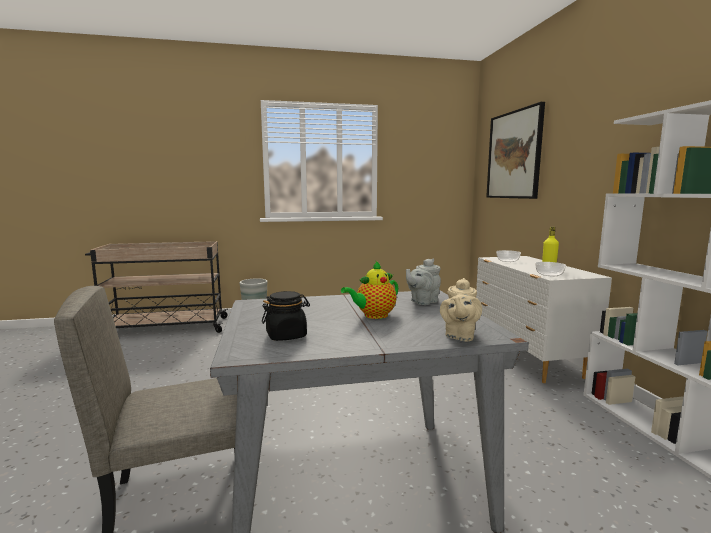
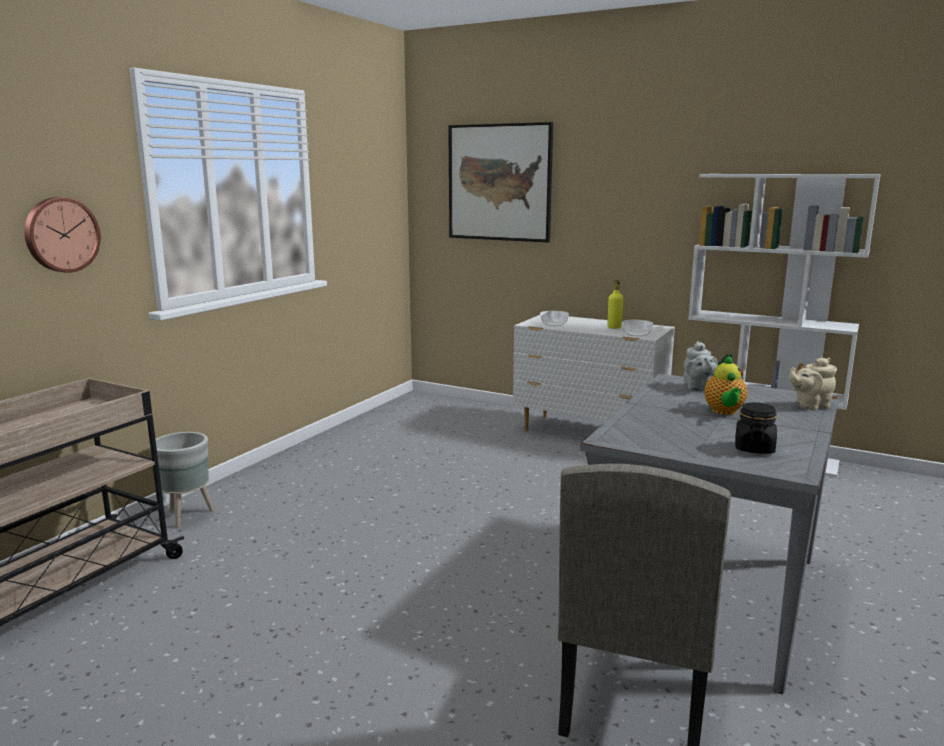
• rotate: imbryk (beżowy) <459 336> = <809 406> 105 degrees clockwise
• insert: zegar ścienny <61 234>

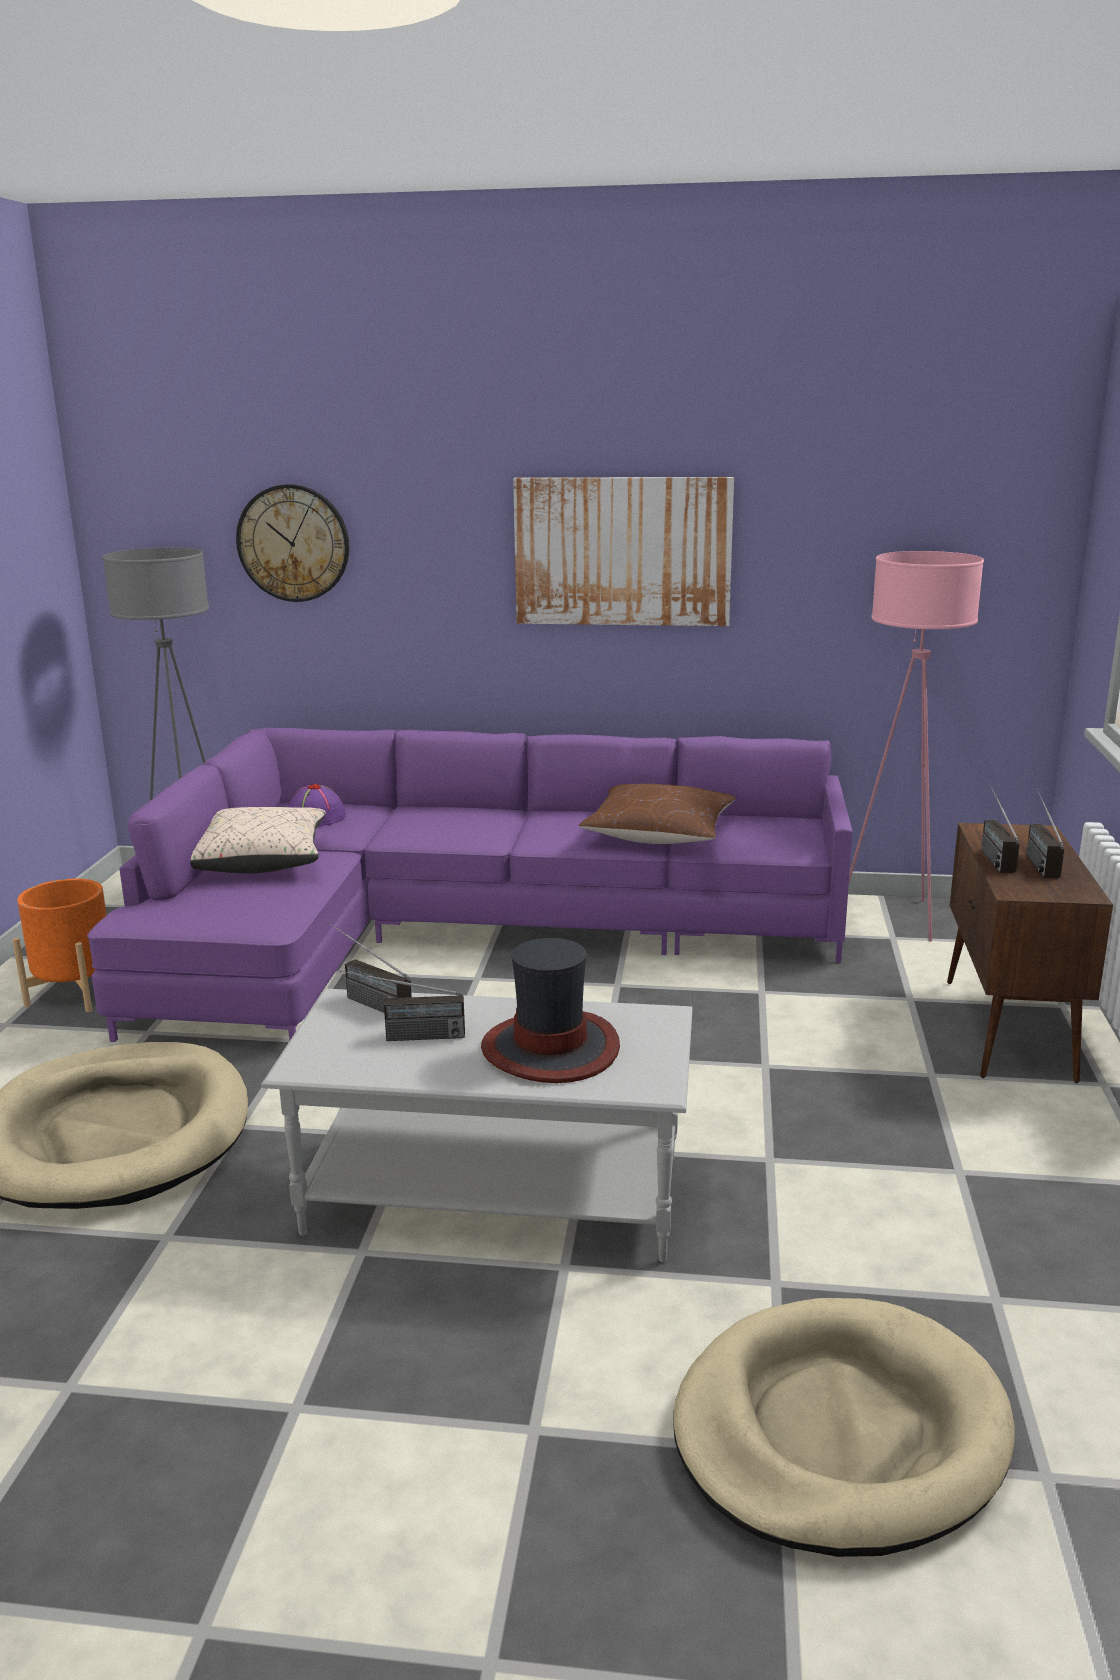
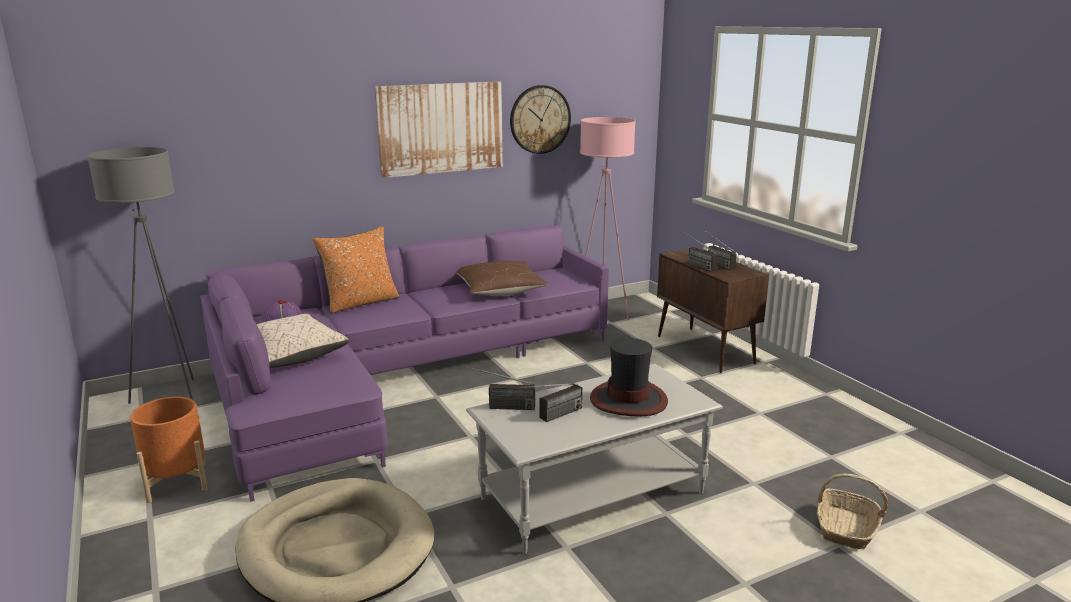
• move: zegar ścienny <293 543> to <540 119>
• replace: legowisko (beżowy) <838 1432> to koszyk <846 528>
• insert: poduszka (pomarańczowy) <361 303>

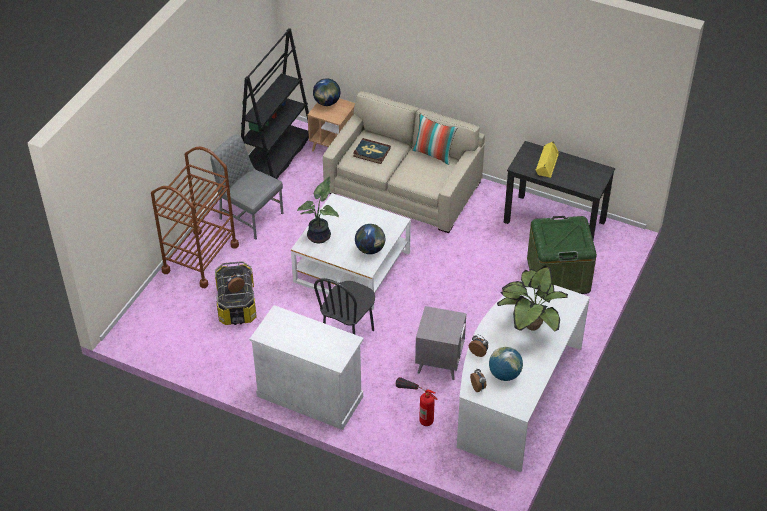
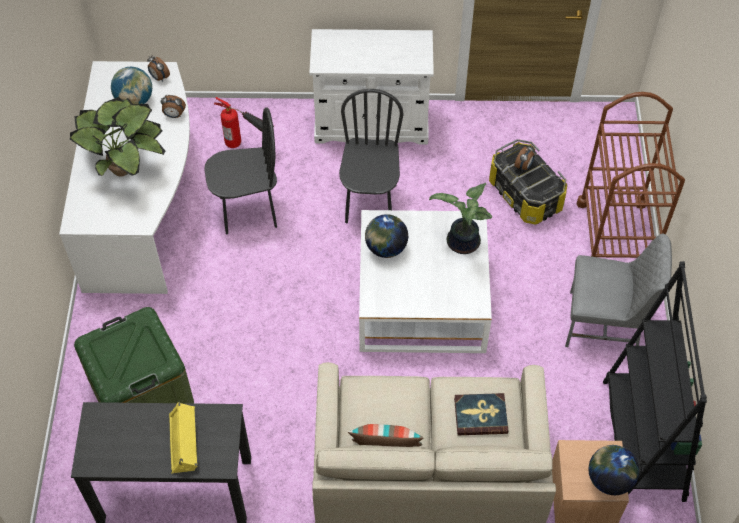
• replace: stolik (szary) <439 362> to krzesło (czarny) <248 211>

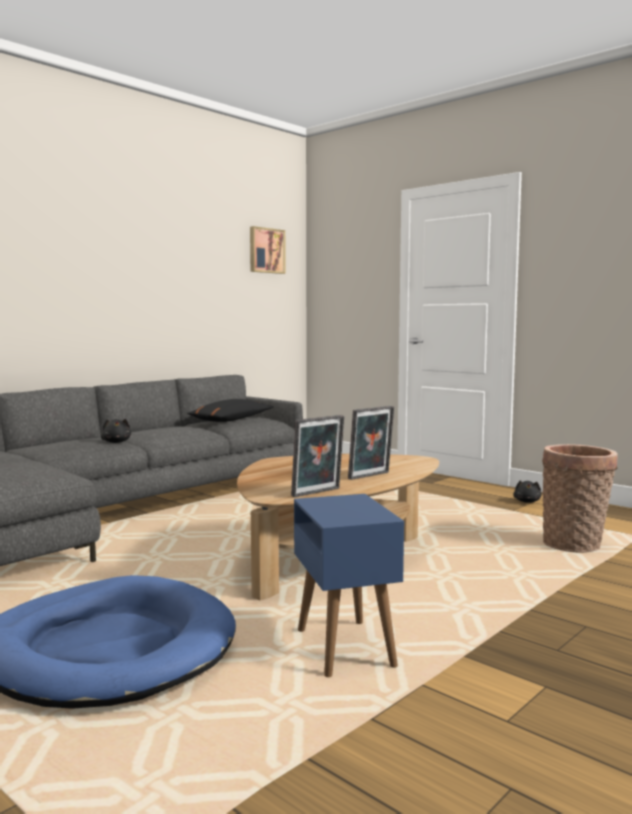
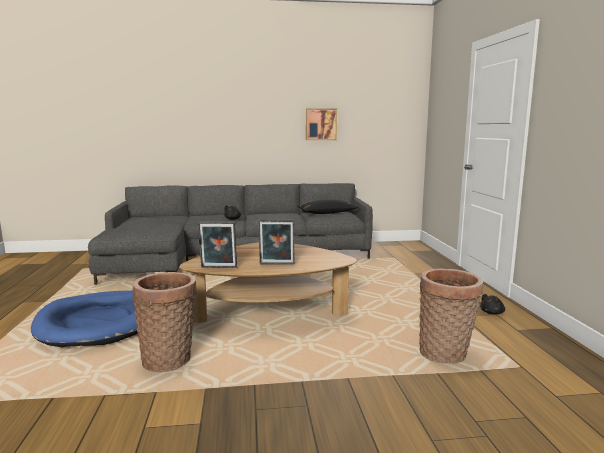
• move: obraz <266 250> to <321 124>
• replace: stolik (niebieski) <344 647> to koszyk <169 359>

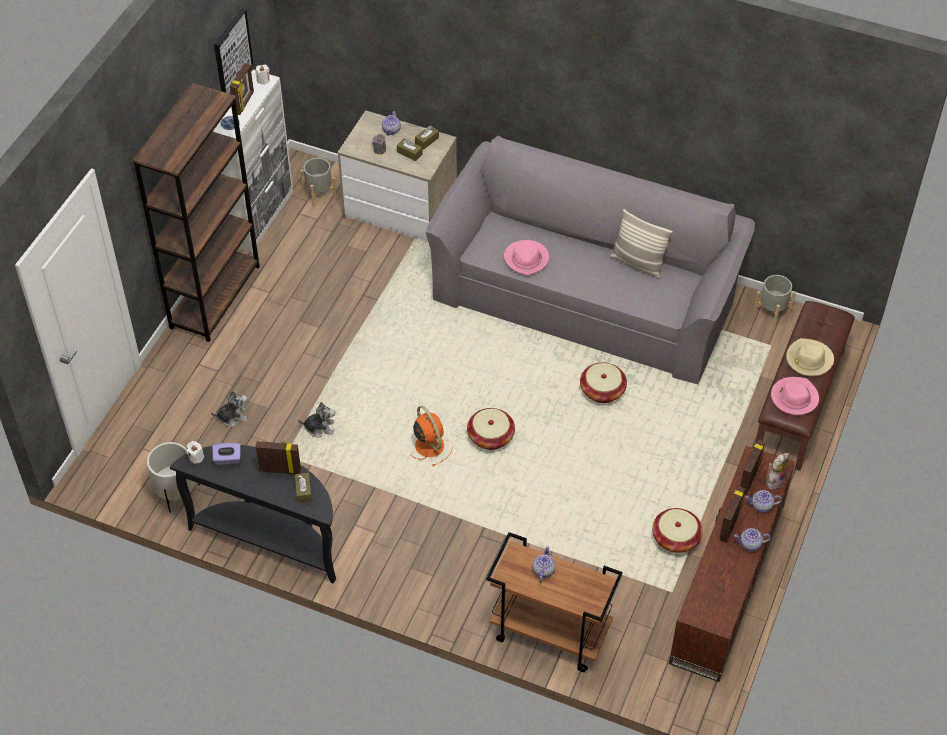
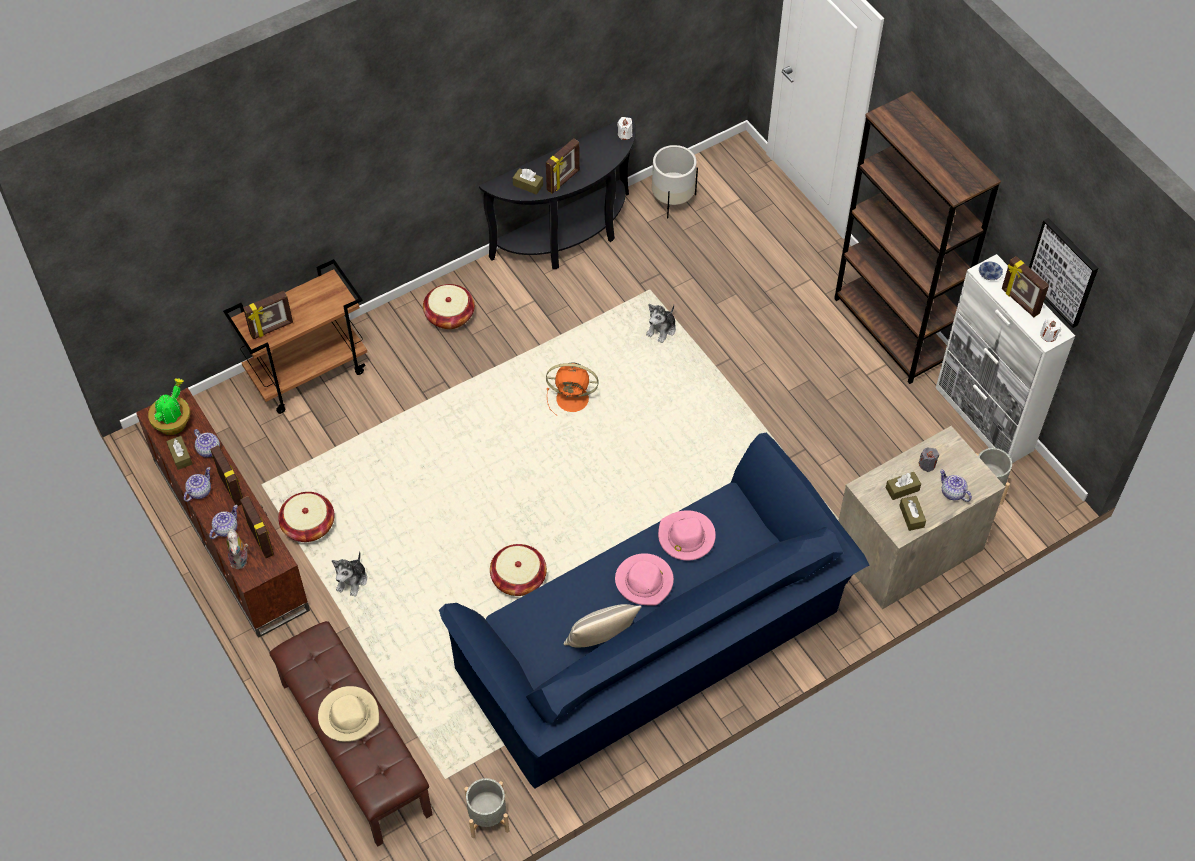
• move: pluszak <232 417> to <352 580>
• delete: pudełko chusteczek (fioletowy) <227 459>
• recolor: kanapa (szary) <587 293> to kanapa (niebieski) <655 650>
• move: koszyk <490 437> to <449 315>
• move: imbryk <543 570> to <209 450>
• move: kapelusz (różowy) <794 398> to <644 581>
• insert: roślina doniczkowa <173 422>
• insert: pudełko chusteczek (brązowy) <180 456>
• insert: ramka na zdjęcie <272 329>

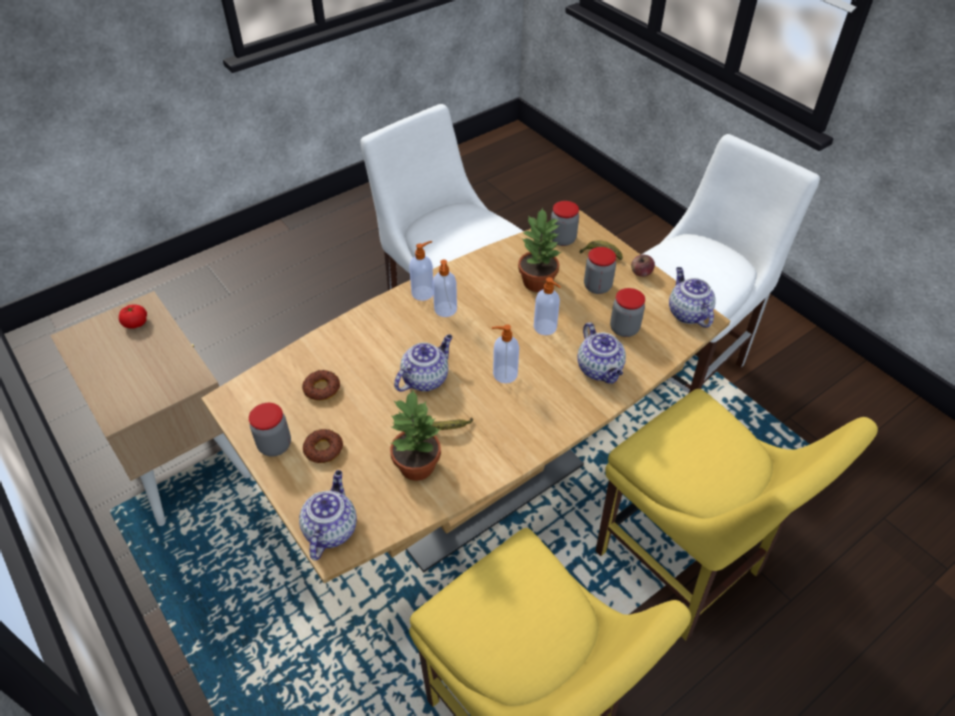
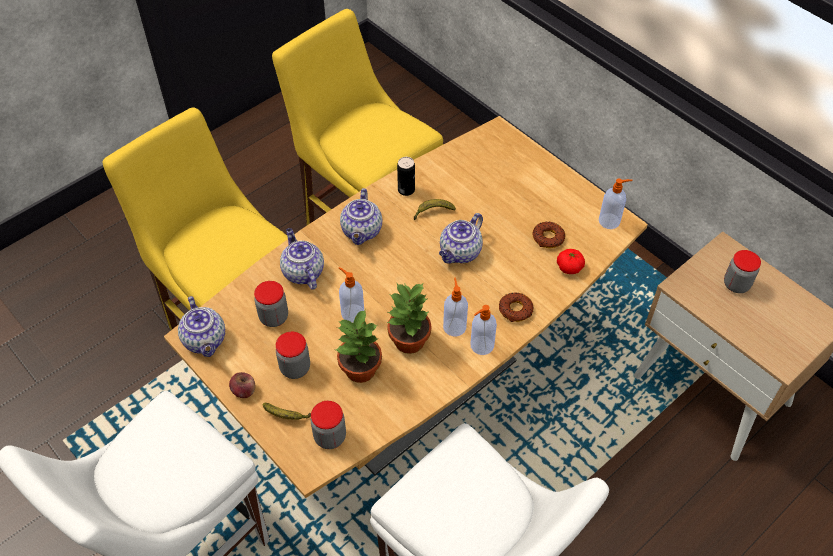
• move: pomidor <136 323> to <569 267>
• move: słoik <275 445> to <736 284>
• move: imbryk <330 529> to <362 232>
• move: donut <323 449> to <515 310>
• move: roślina doniczkowa <416 465> to <410 341>
• move: dozownik mydła <504 374> to <610 221>
• insert: puszka <406 190>

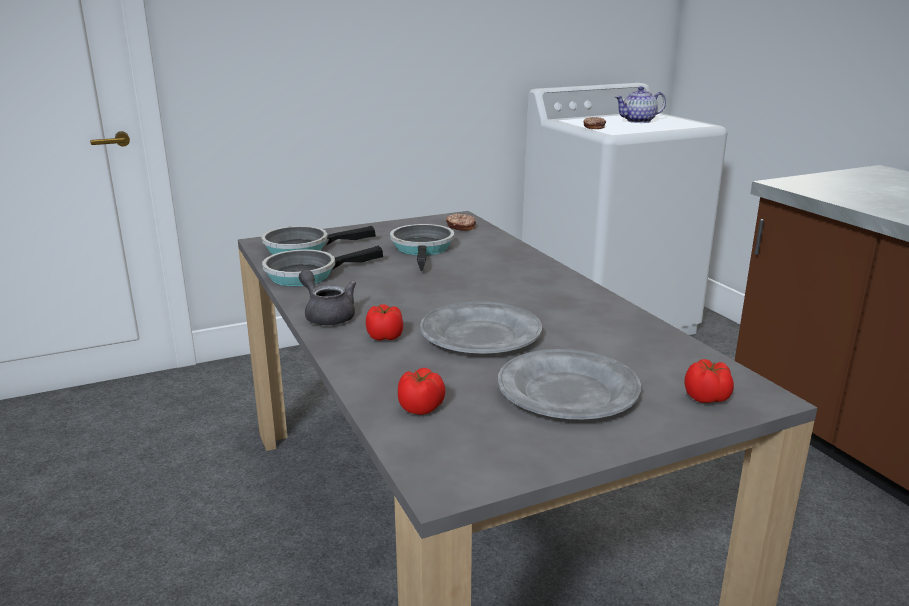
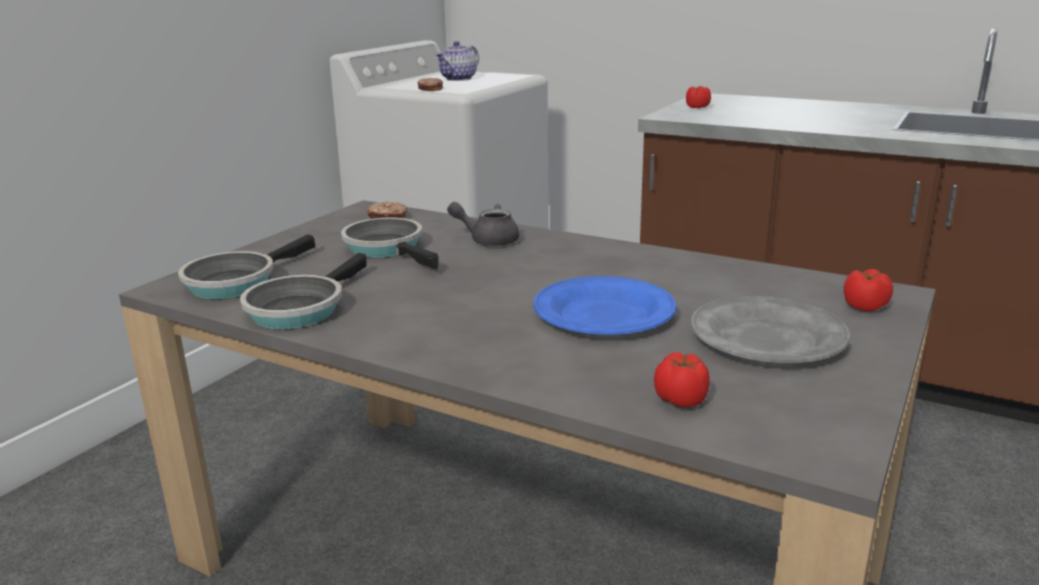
• move: imbryk (szary) <327 315> to <488 240>
• move: pomidor <385 336> to <697 107>
• recolor: talerz (szary) <480 335> to talerz (niebieski) <603 314>

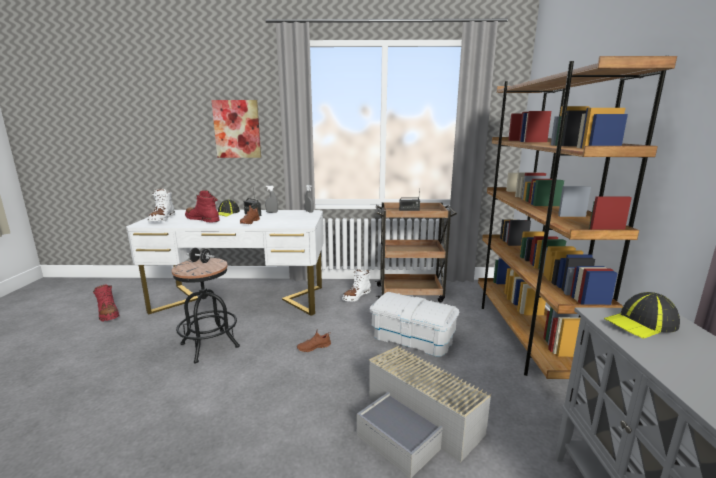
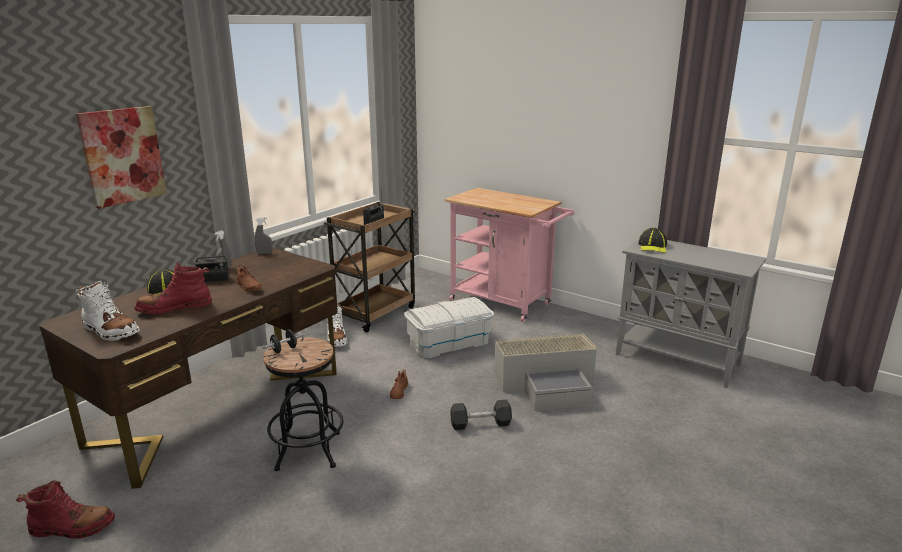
• recolor: biurko (biały) <240 299> to biurko (brązowy) <221 407>
• replace: regał (brązowy) <525 337> to wózek (różowy) <505 303>
• insert: hantel (szary) <480 424>

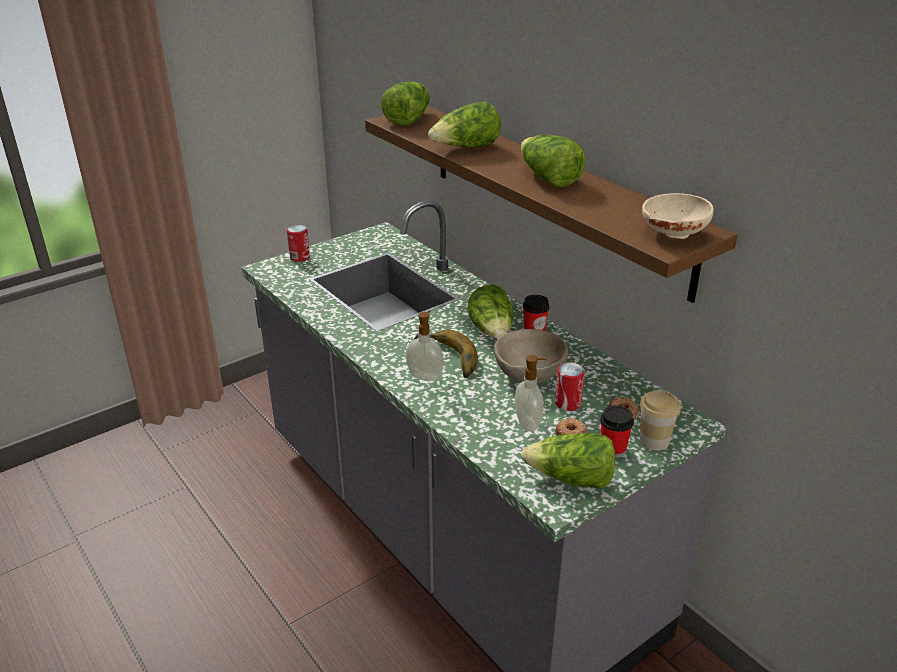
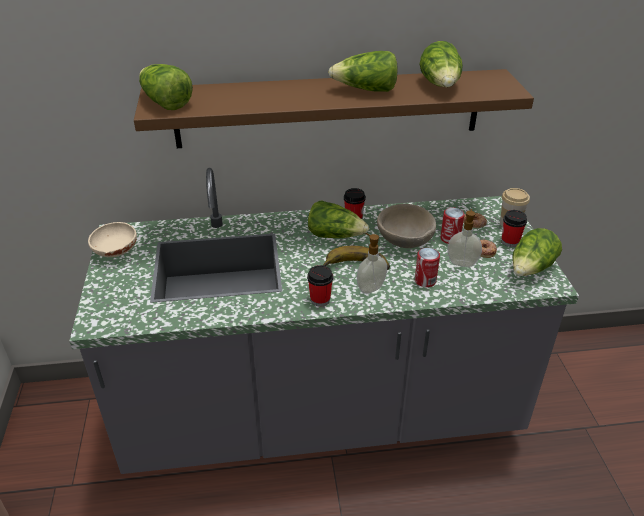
• move: puszka <300 257> to <425 281>
• move: sałata <466 148> to <441 85>
• move: miska (beżowy) <672 234> to <115 252>
• insert: filiżanka <320 300>

